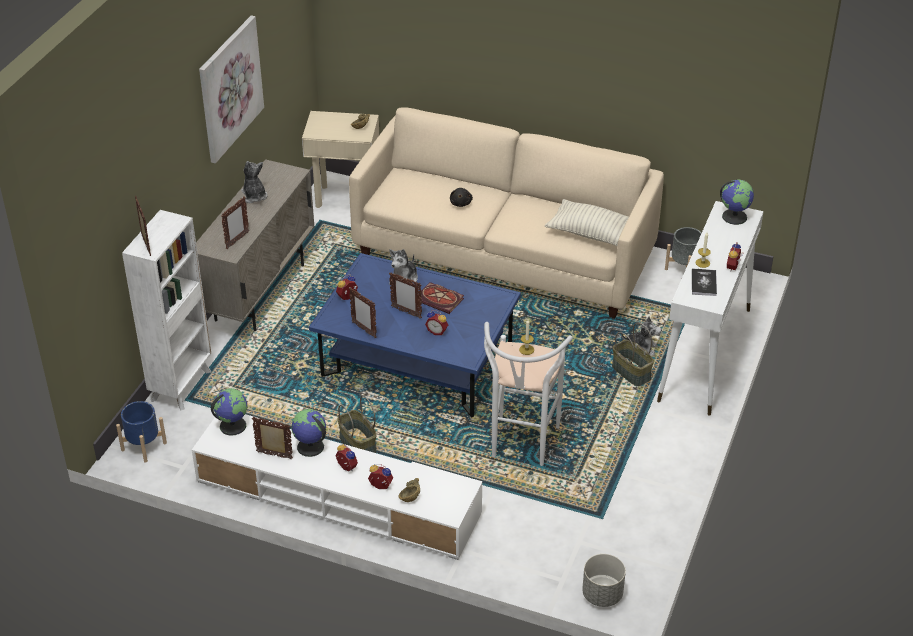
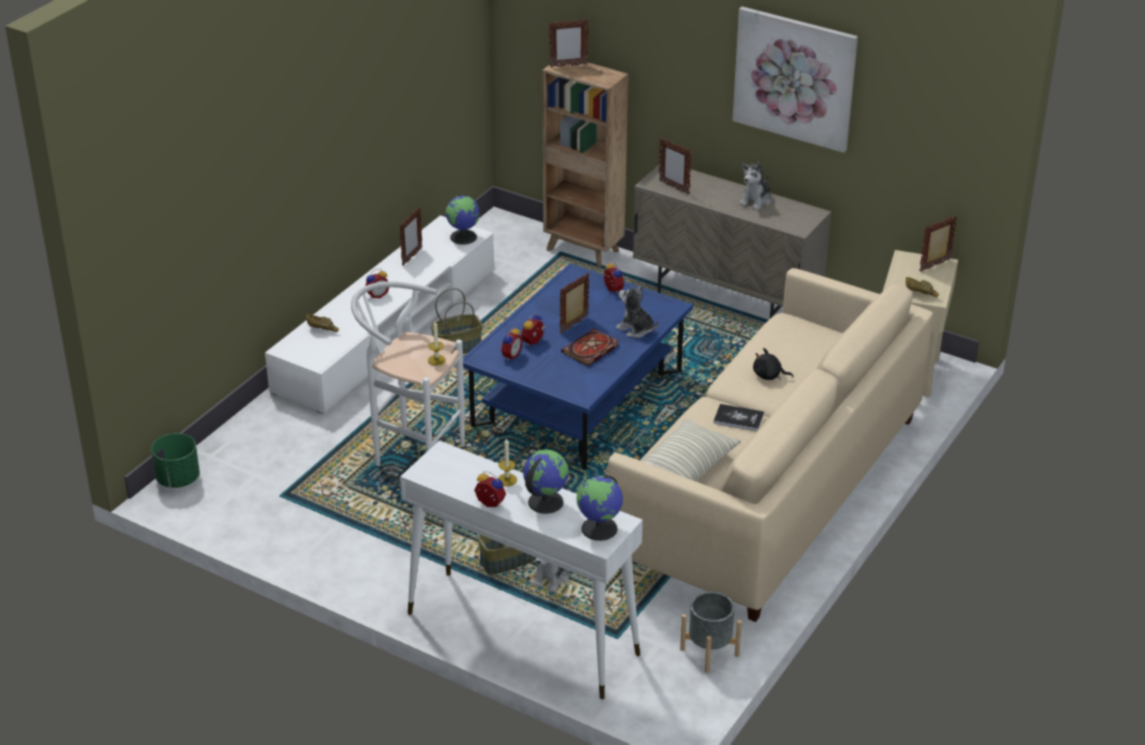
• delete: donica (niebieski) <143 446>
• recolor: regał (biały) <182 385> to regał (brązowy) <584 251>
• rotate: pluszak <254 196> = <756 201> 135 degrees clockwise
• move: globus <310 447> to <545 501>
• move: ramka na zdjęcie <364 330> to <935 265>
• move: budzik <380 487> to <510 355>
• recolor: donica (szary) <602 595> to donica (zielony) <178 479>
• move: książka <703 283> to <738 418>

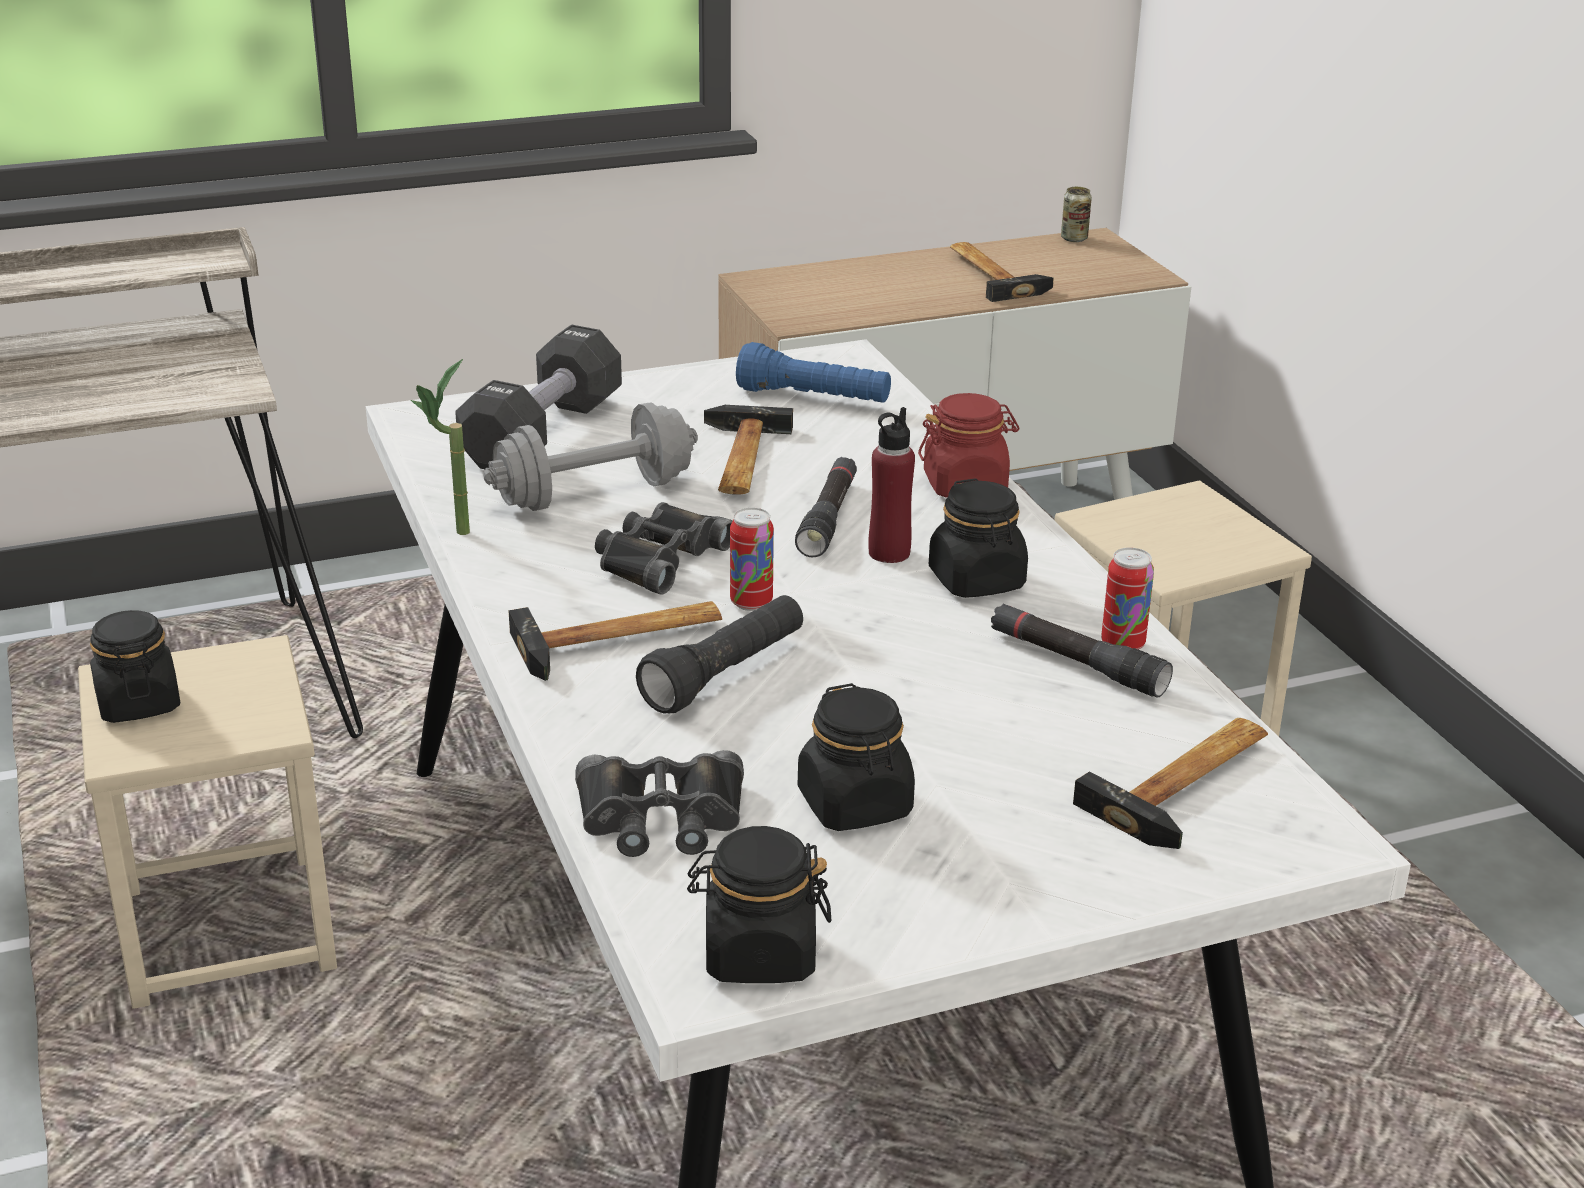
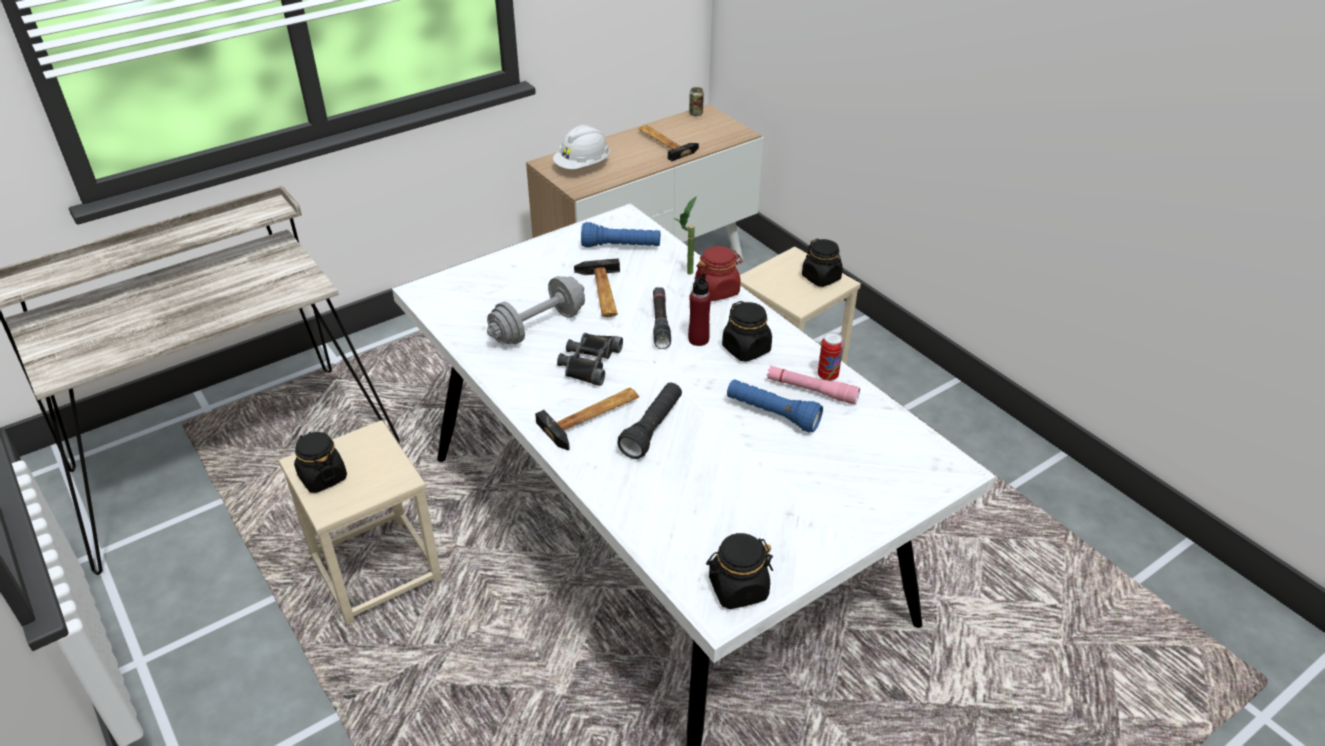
• move: roślina doniczkowa <451 536> to <686 275>
• delete: hantel (czarny) <543 433>
• delete: lornetka (czarny) <661 818>
• delete: puszka <751 602>
• move: słoik (czarny) <855 805> to <821 278>
• recolor: latarka (czarny) <1076 663> to latarka (różowy) <811 390>
• delete: młotek <1190 784>
• insert: kask (biały) <583 166>
• insert: latarka (niebieski) <772 414>

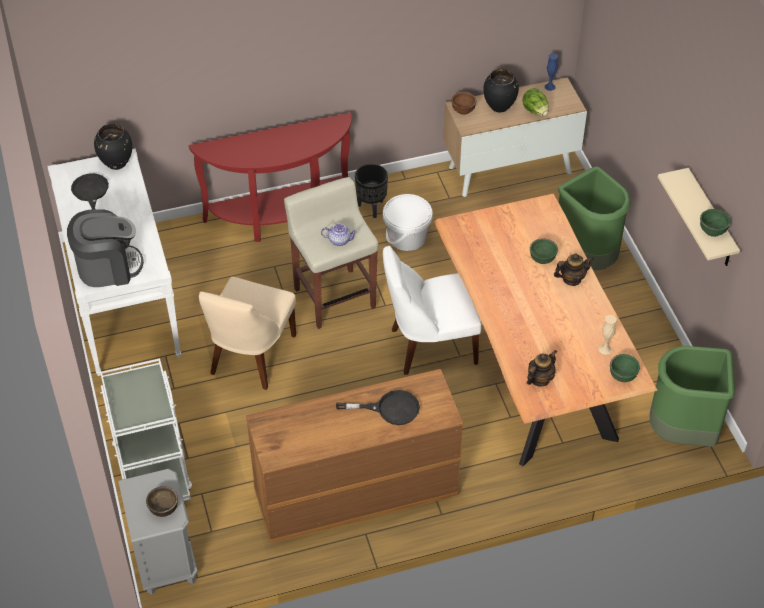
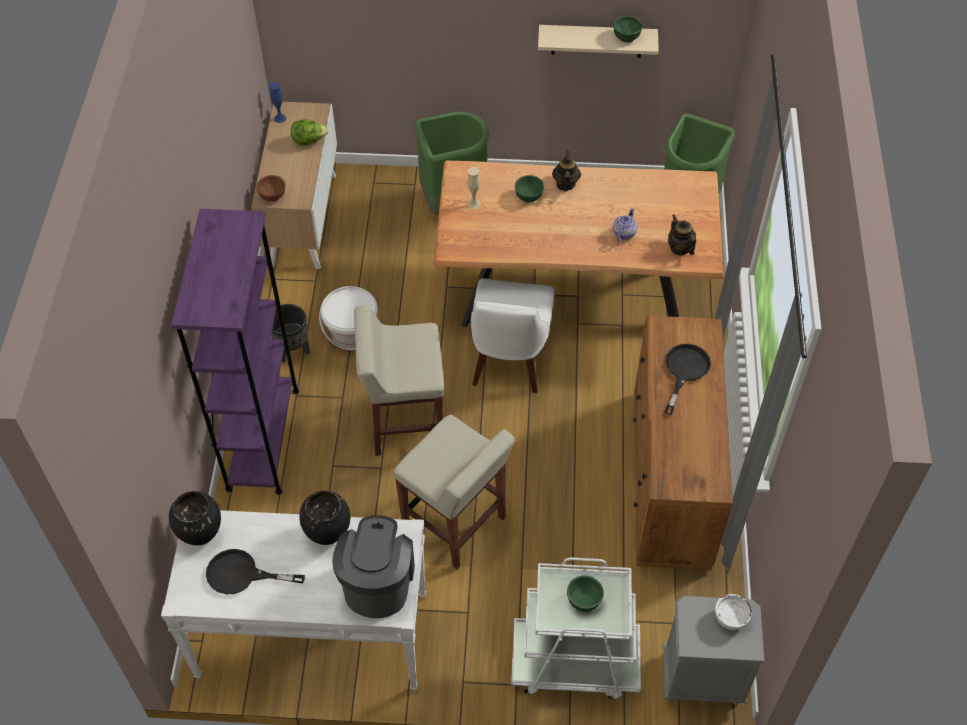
• recolor: miska (brązowy) <163 508> to miska (biały) <731 618>
• replace: stolik konsolowy (czerwony) <281 218> to regał (fioletowy) <263 439>
• replace: krzesło (beżowy) <250 357> to stołek (beżowy) <455 524>
• move: imbryk <339 240> to <623 233>
• move: wazon (czarny) <499 107> to <327 533>
• move: wazon (beżowy) <605 349> to <473 204>
• move: miska (zielony) <622 375> to <583 600>

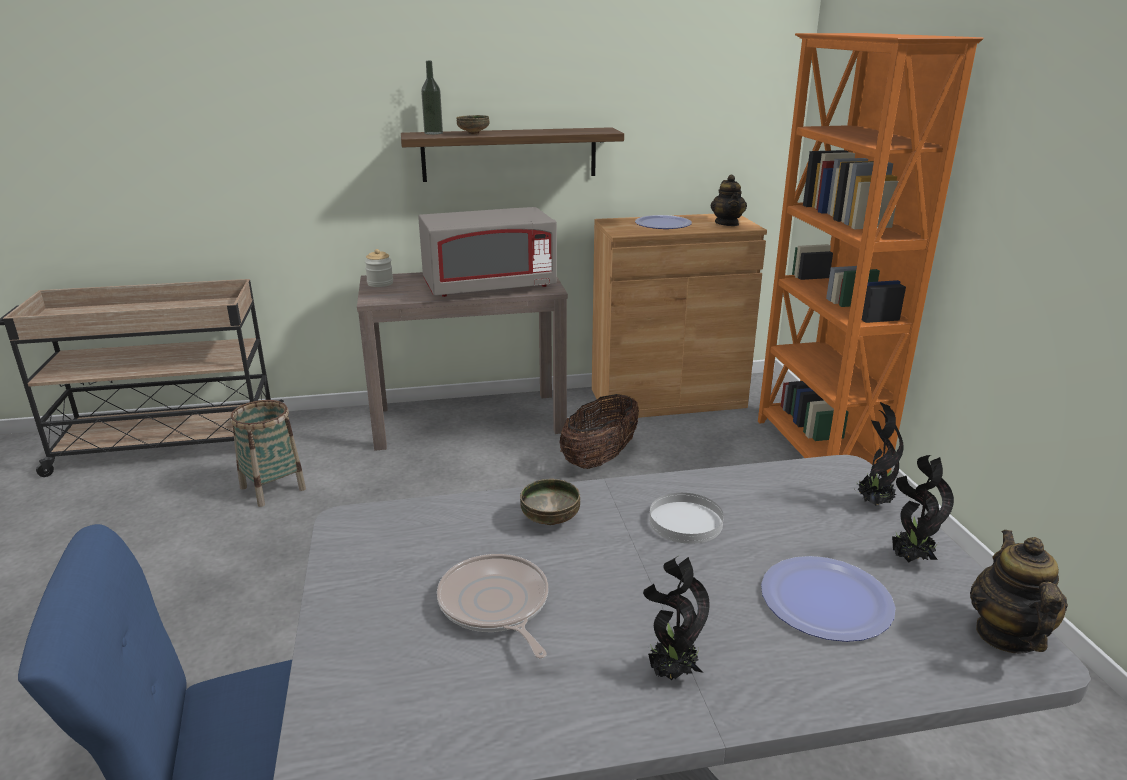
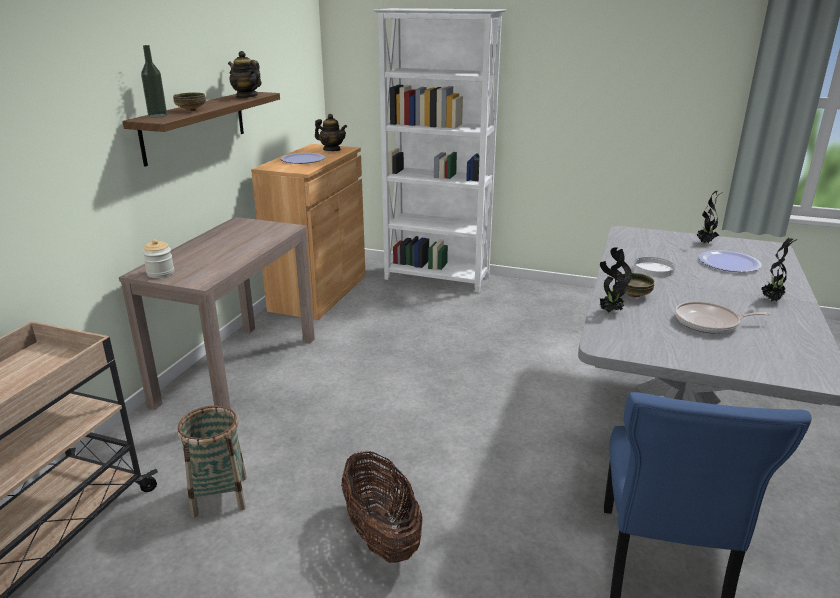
• delete: mikrofalówka (szary) <489 287>
• move: koszyk <600 458> to <381 535>
• recolor: regał (pomarańczowy) <816 453> to regał (biały) <437 278>
• move: roślina doniczkowa <872 503> to <609 311>
• move: imbryk <1006 634> to <246 96>

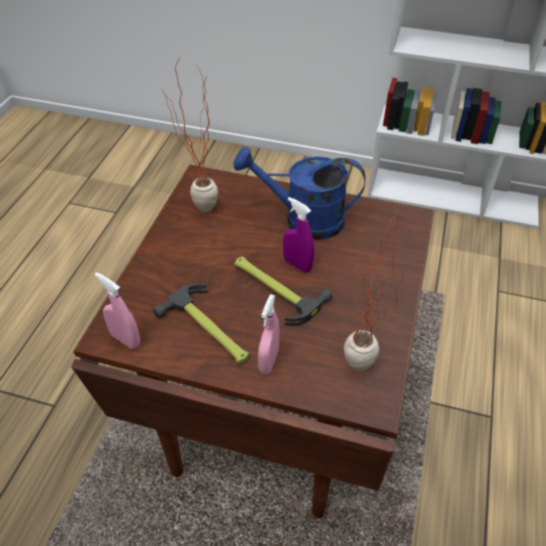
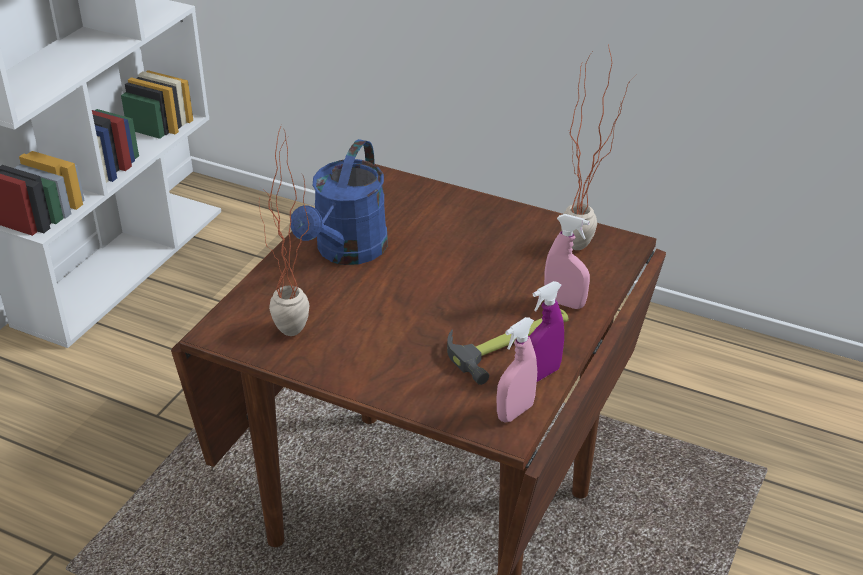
• delete: młotek <274 288>
• move: spryskiwacz (fioletowy) <297 265> to <541 374>

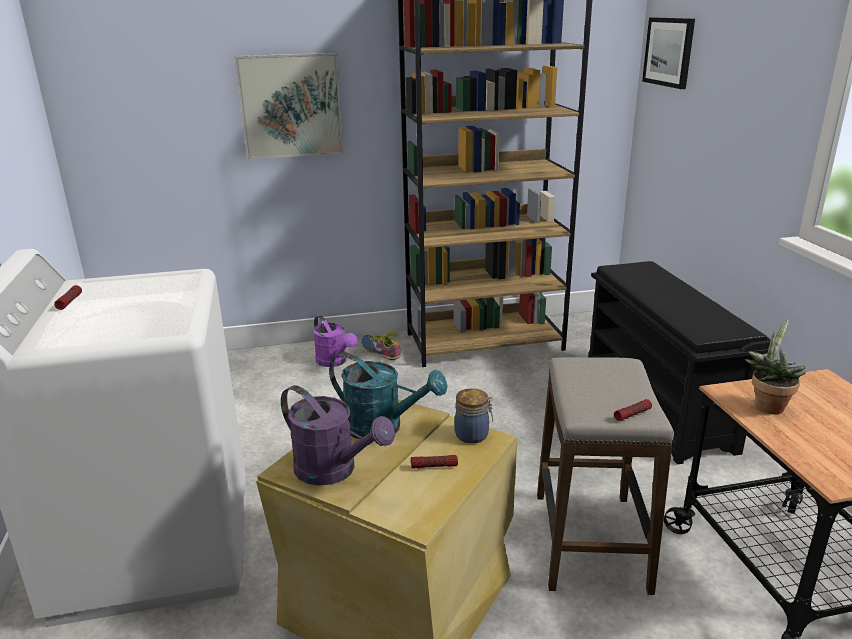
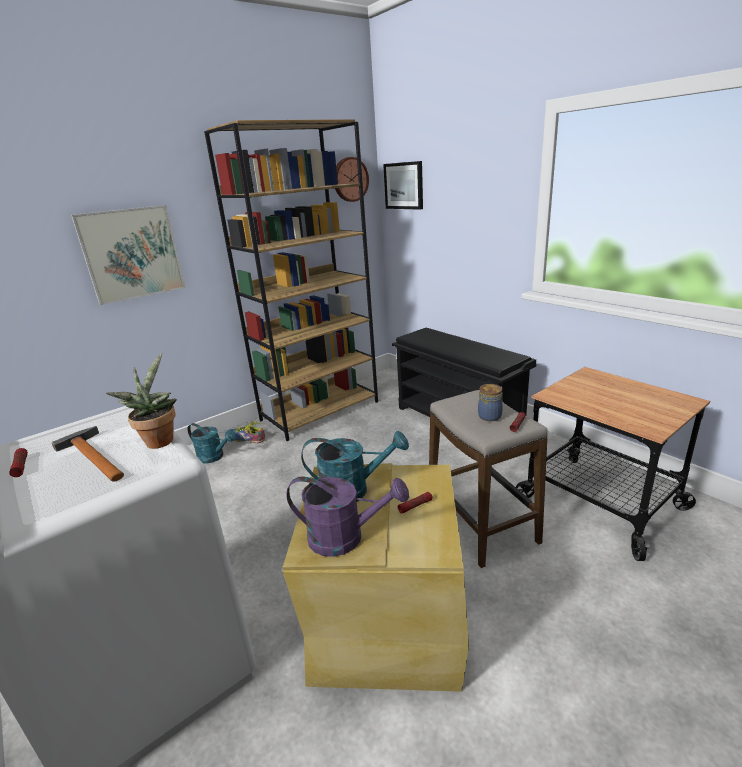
• recolor: konewka (fioletowy) <335 362> to konewka (turkusowy) <214 457>
• move: słoik <473 435> to <490 416>
• move: roślina doniczkowa <767 405> to <159 440>
• insert: młotek <93 456>
• insert: zegar ścienny <349 179>

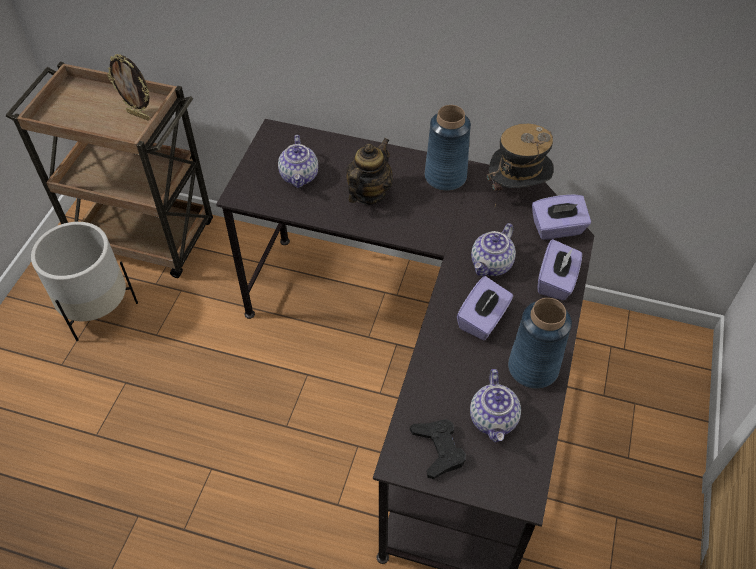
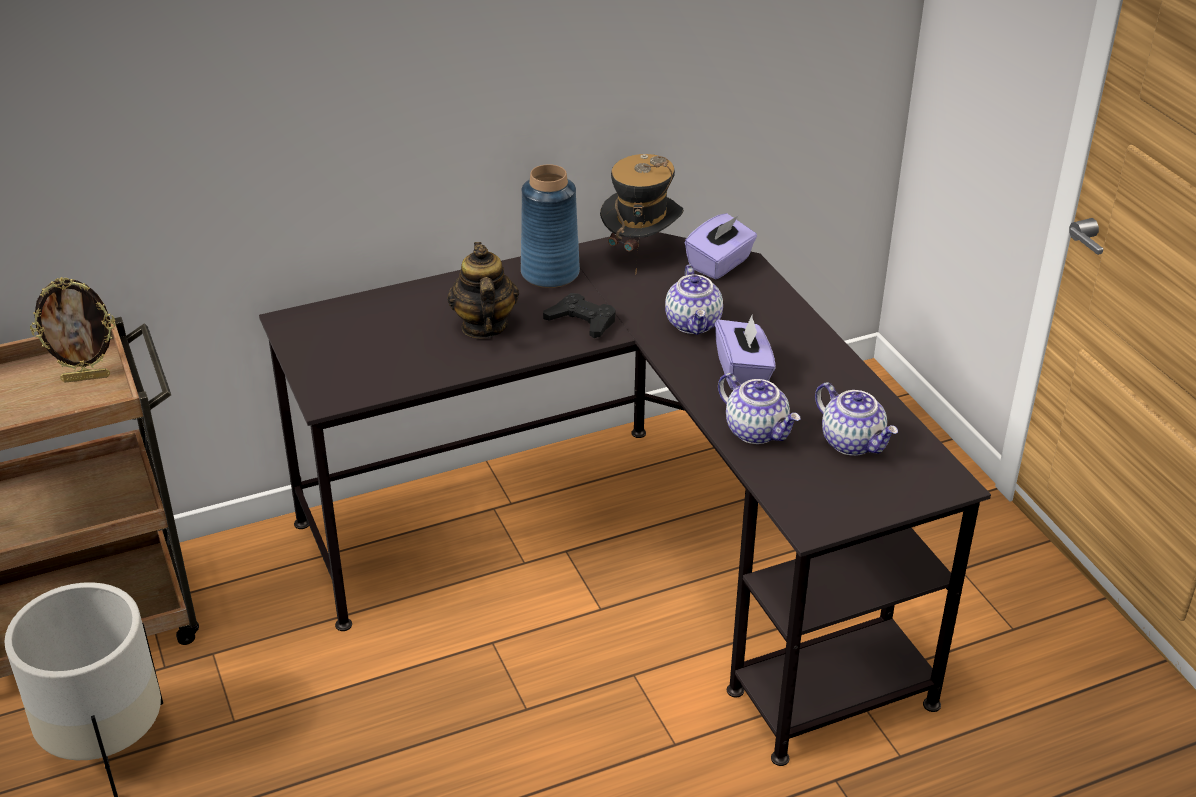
• move: imbryk <300 176> to <757 431>
• move: pad do gier (czarny) <438 449> to <582 321>
• delete: wazon (niebieski) <533 367>
• delete: pudełko chusteczek (fioletowy) <556 281>

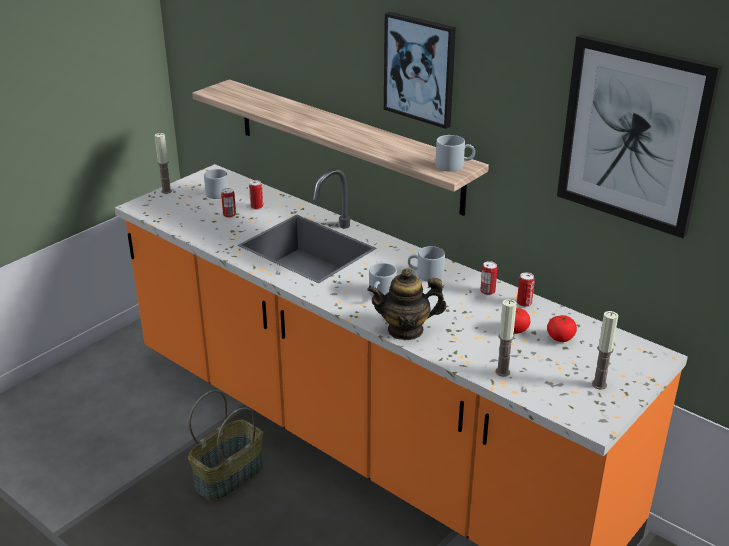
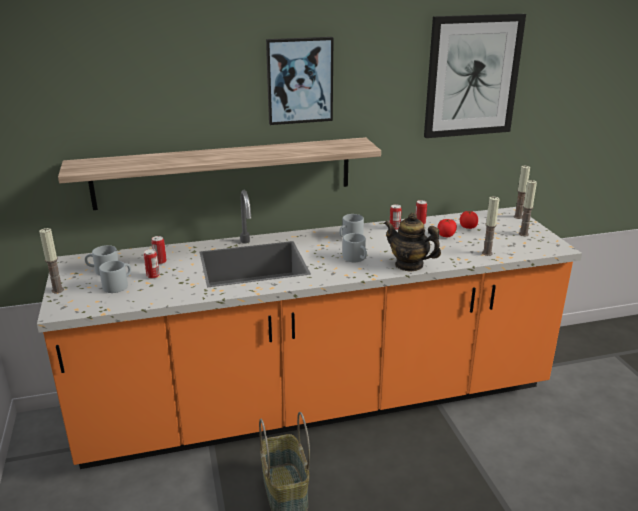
• rotate: imbryk <405 330> = <409 265> 90 degrees clockwise
• move: kubek (szary) <454 165> to <118 285>
• insert: świeca <518 217>

